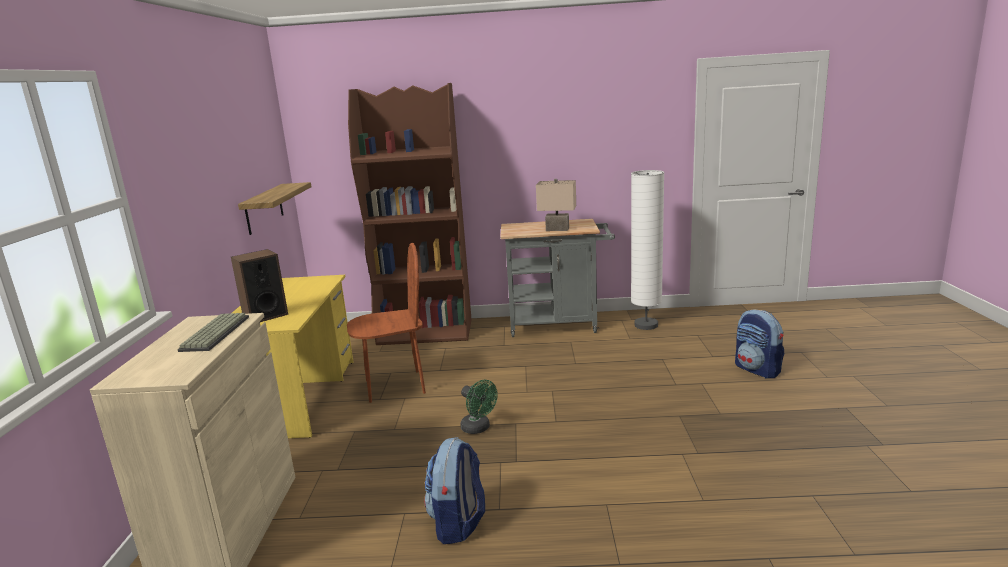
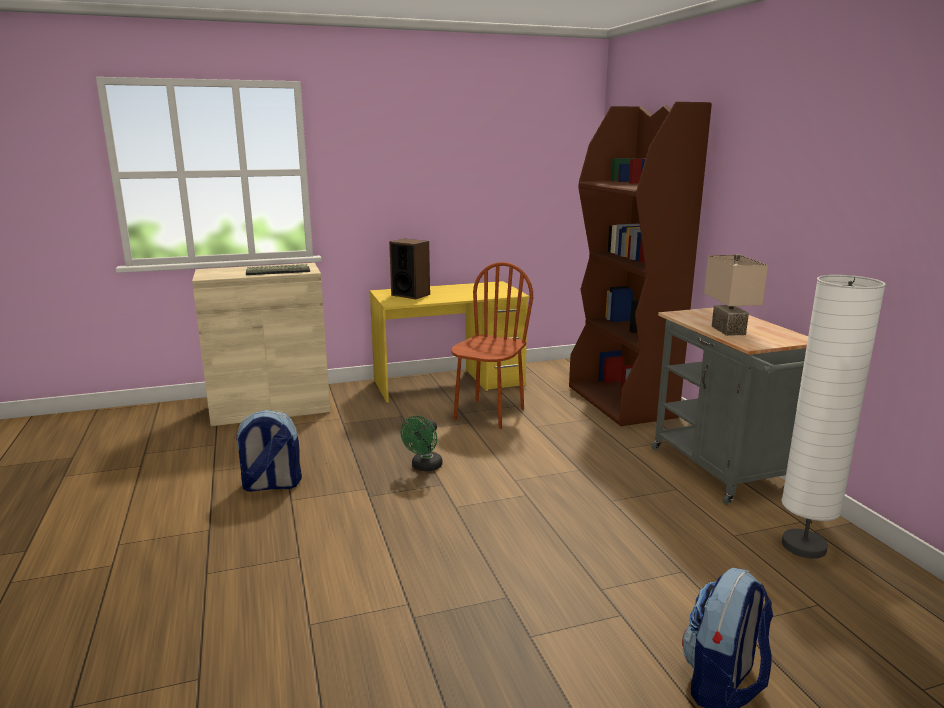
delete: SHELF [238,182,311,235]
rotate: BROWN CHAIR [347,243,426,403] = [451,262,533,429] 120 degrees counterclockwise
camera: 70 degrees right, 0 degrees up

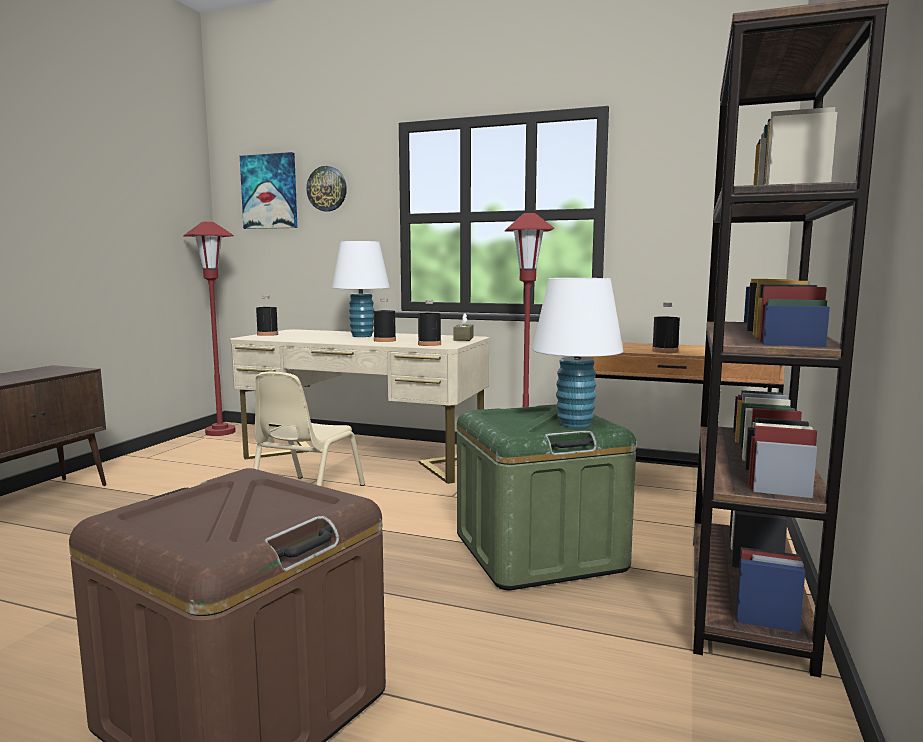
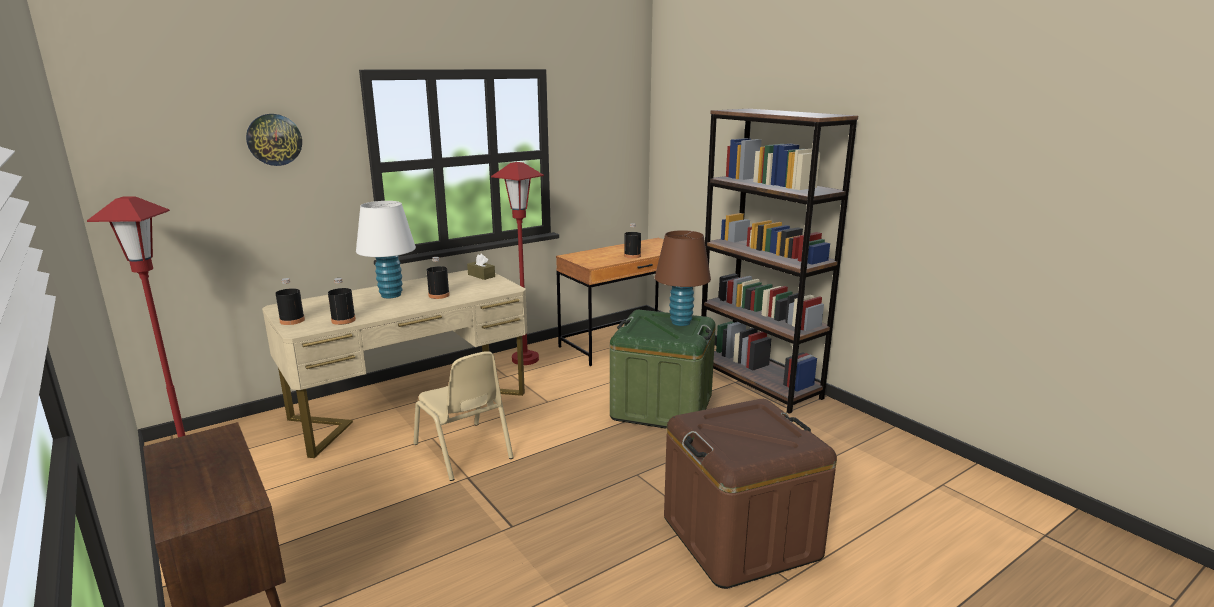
delete: PICTURE [240,152,297,229]
move: BLACK BOTTLE [418,300,441,346] to [328,278,356,325]
recolor: WHITE TABLE LAMP [532,278,623,428] to BROWN TABLE LAMP [655,230,711,326]
camera: 55 degrees left, 10 degrees up

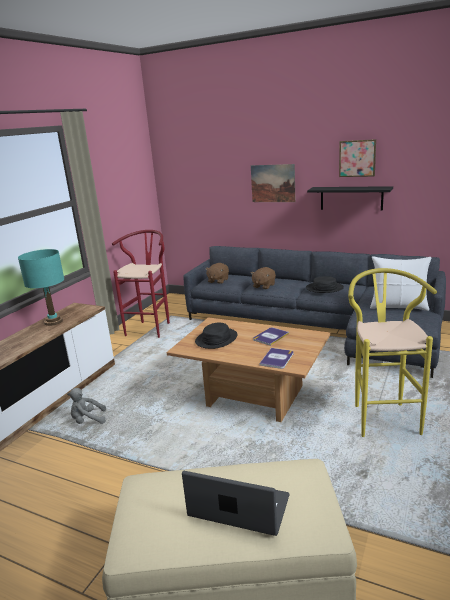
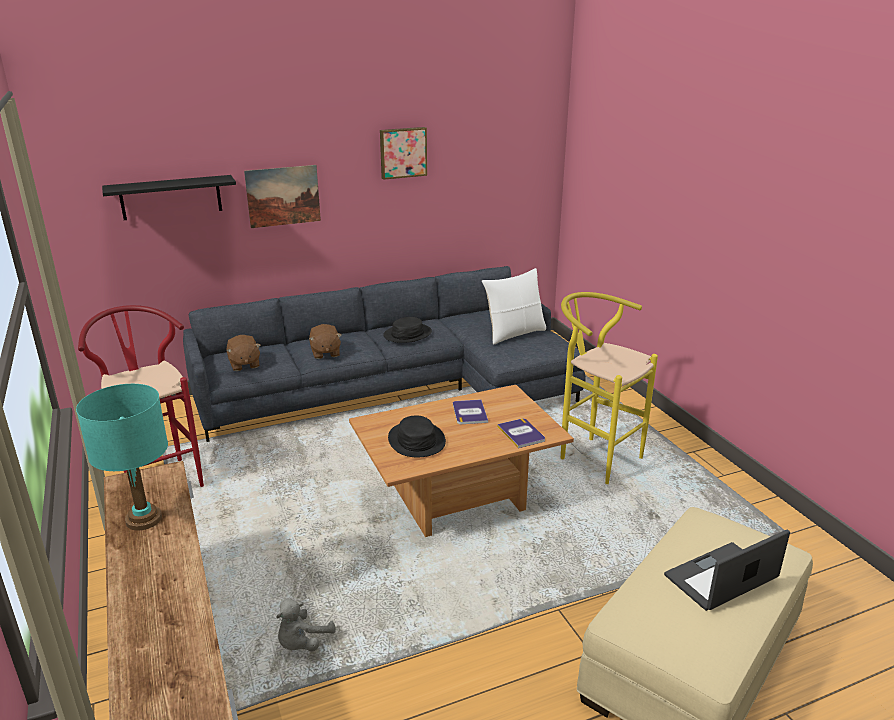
move: BLACK SHELF [307,186,393,210] to [102,175,236,220]
camera: 50 degrees left, 5 degrees up

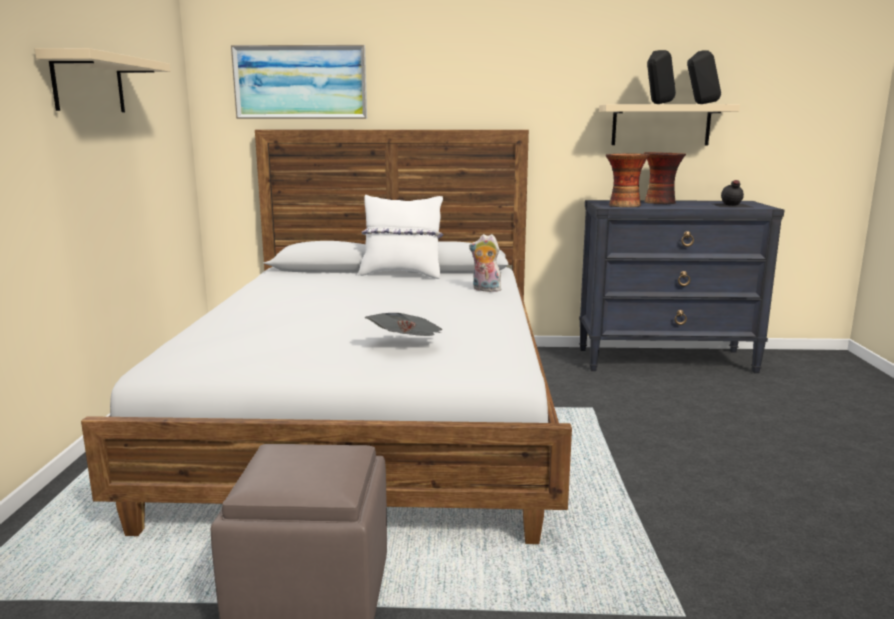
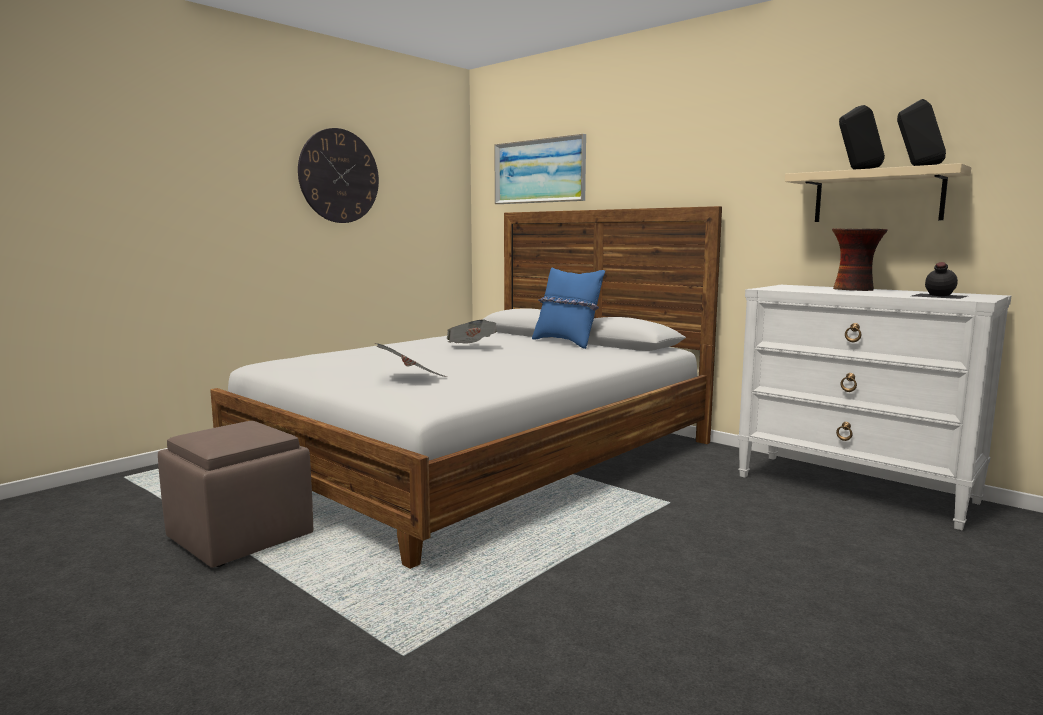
delete: PLUSH TOY [469,234,503,292]; VASE [606,153,650,207]
insert: NEWSPAPER [447,319,497,343]
replace: BEIGE SHELF [35,48,171,112] to WALL CLOCK [298,128,379,223]
recolor: WHITE PILLOW [358,195,443,279] to BLUE PILLOW [532,267,605,349]; BLACK DRESSER [579,200,784,373] to WHITE DRESSER [737,285,1011,530]
camera: 40 degrees right, 5 degrees down

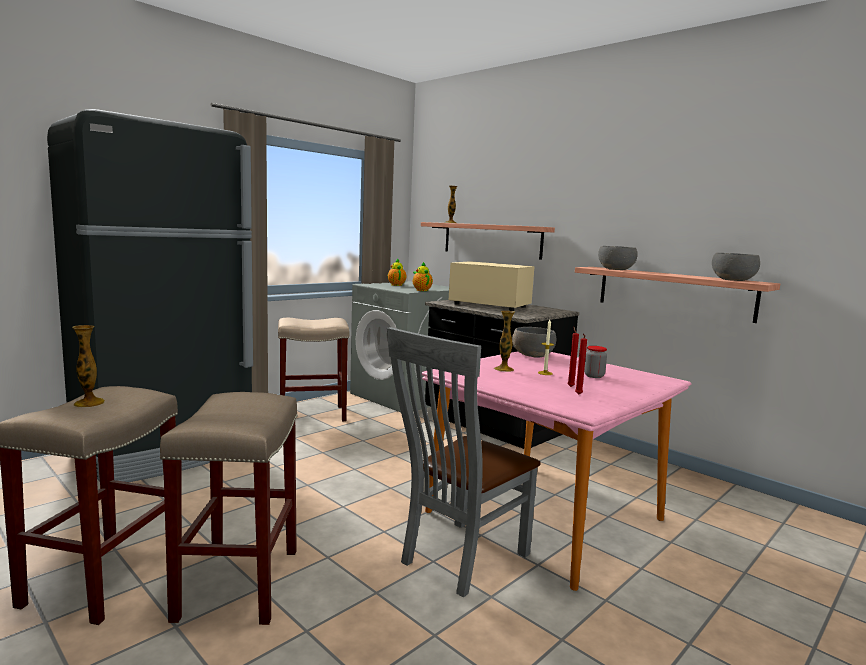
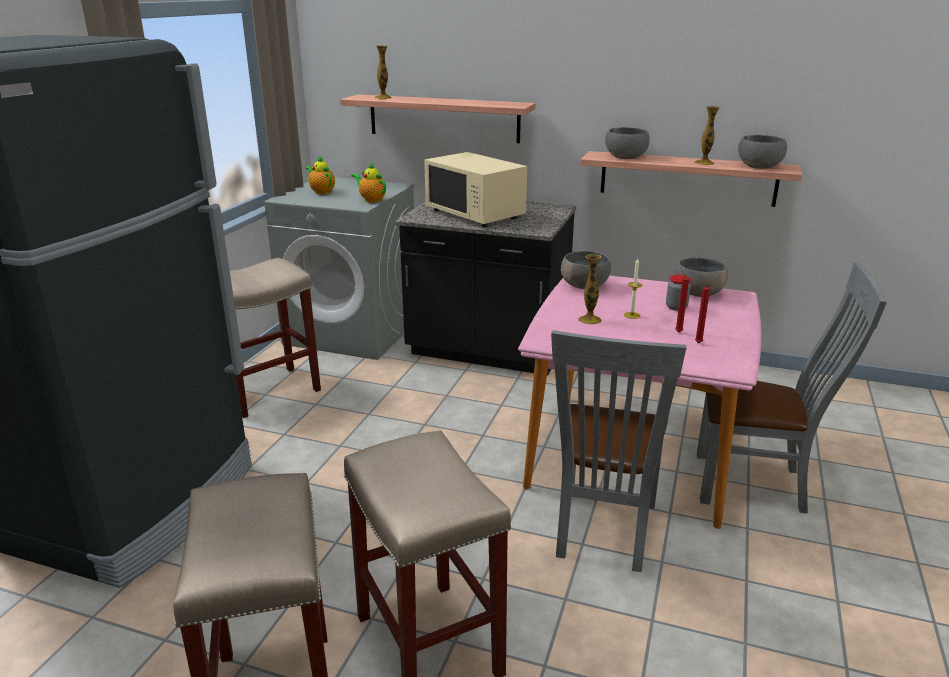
insert: GREY BOWL [675,257,728,297]; GREY CHAIR [697,262,887,514]
move: VASE [72,325,105,408] to [695,106,720,165]
rotate: BEIGE MICROWAVE [449,261,535,311] = [424,152,527,227] 135 degrees counterclockwise
camera: 25 degrees left, 15 degrees up

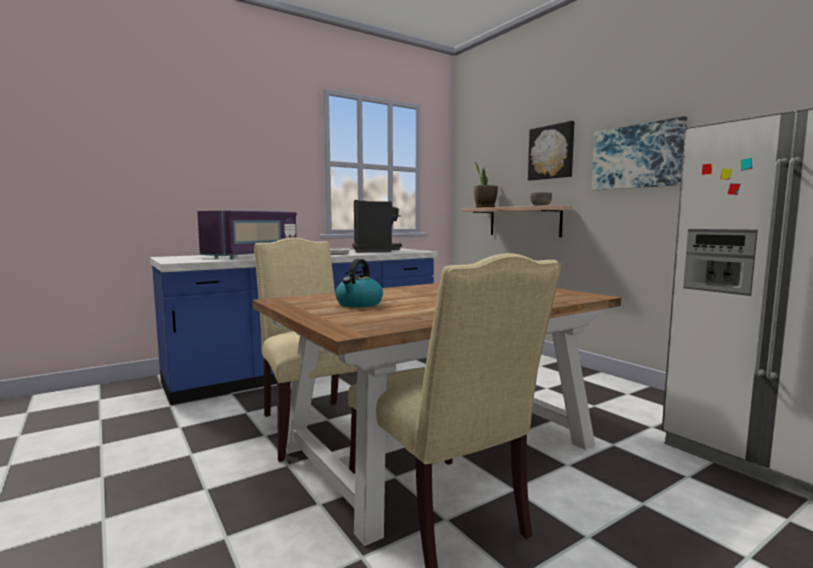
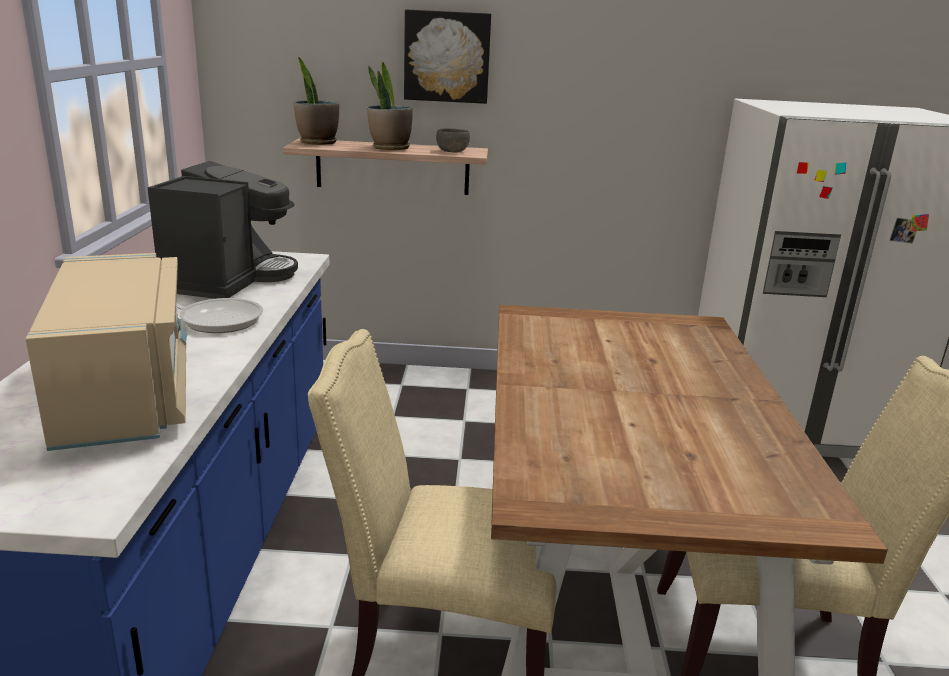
delete: KETTLE [335,259,383,307]; PICTURE [592,116,687,190]
insert: POTTED PLANT [367,62,413,150]
recolor: PURPLE MICROWAVE [197,210,297,259] to BEIGE MICROWAVE [25,253,188,451]
rotate: COFFEE MACHINE [352,200,402,252] = [148,161,298,299] 75 degrees clockwise
camera: 55 degrees left, 15 degrees up

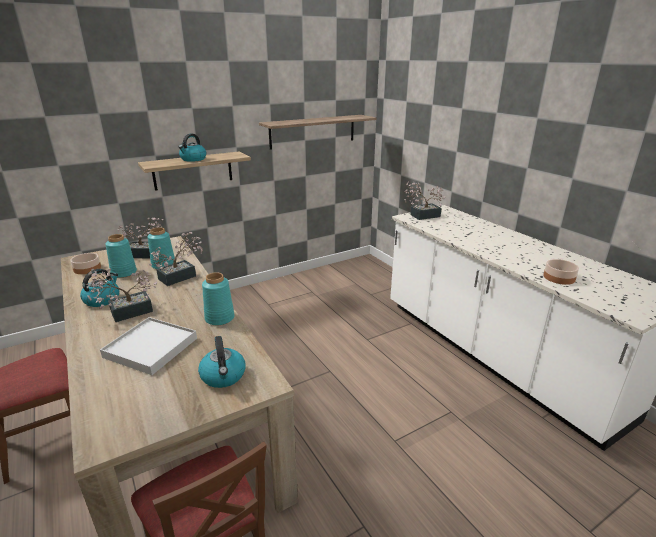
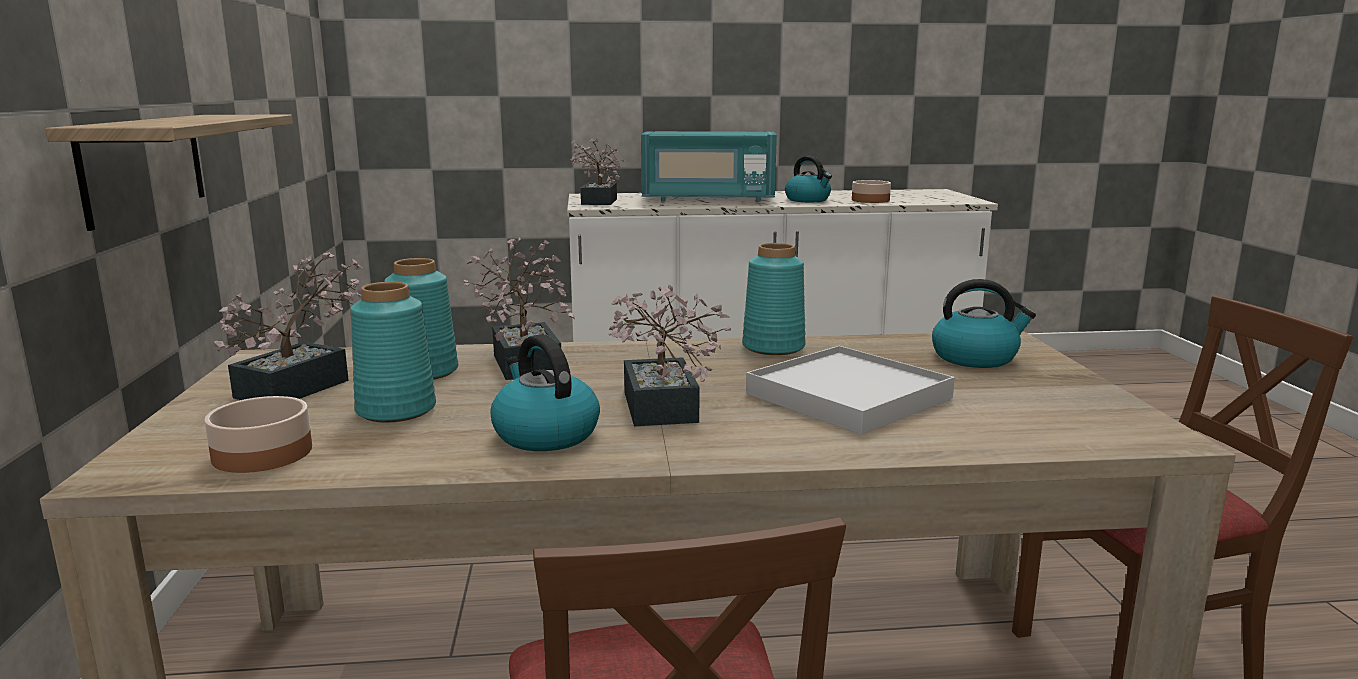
delete: SHELF [259,115,376,150]
insert: TURQUOISE MICROWAVE [641,131,777,202]
move: KETTLE [178,134,206,162] to [785,156,832,202]
camera: 65 degrees left, 10 degrees down

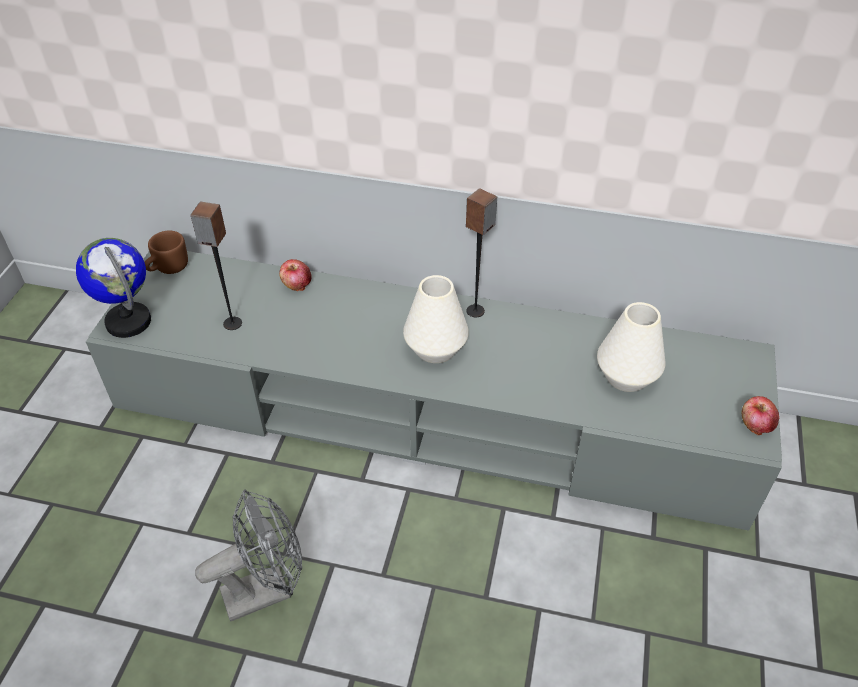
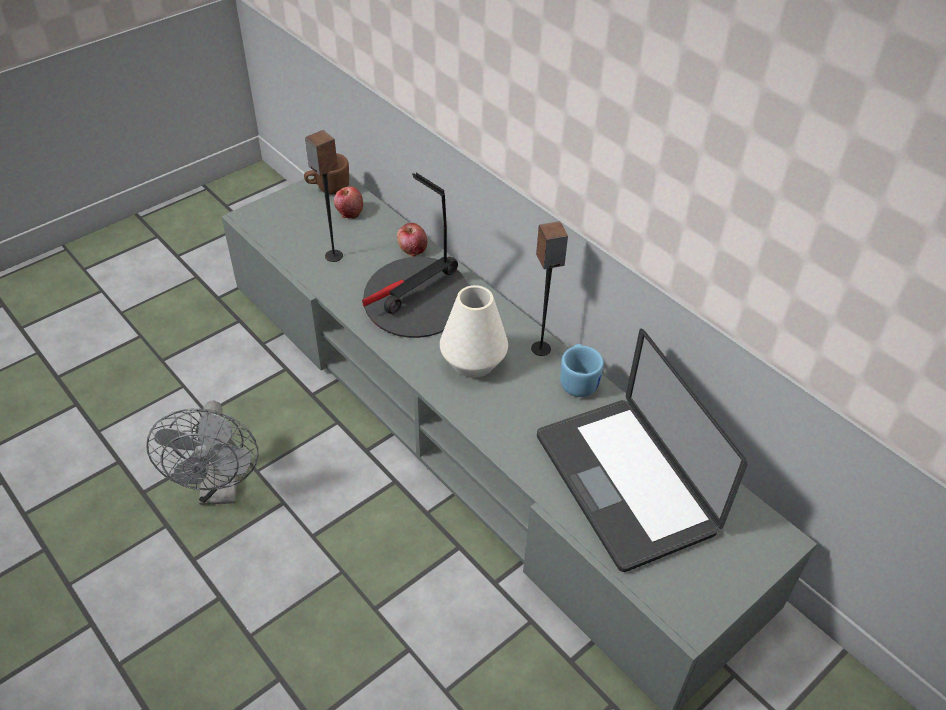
delete: GLOBE [76,238,151,338]
insert: TABLE LAMP [362,173,468,338]; BLUE MUG [560,344,604,397]
move: APPLE [742,396,779,435] to [334,186,363,219]
replace: WHITE VASE [597,302,666,392] to LAPTOP [537,329,747,572]
rotate: GREY FAN [195,490,302,621] = [146,400,259,505] 75 degrees clockwise
camera: 35 degrees right, 0 degrees up

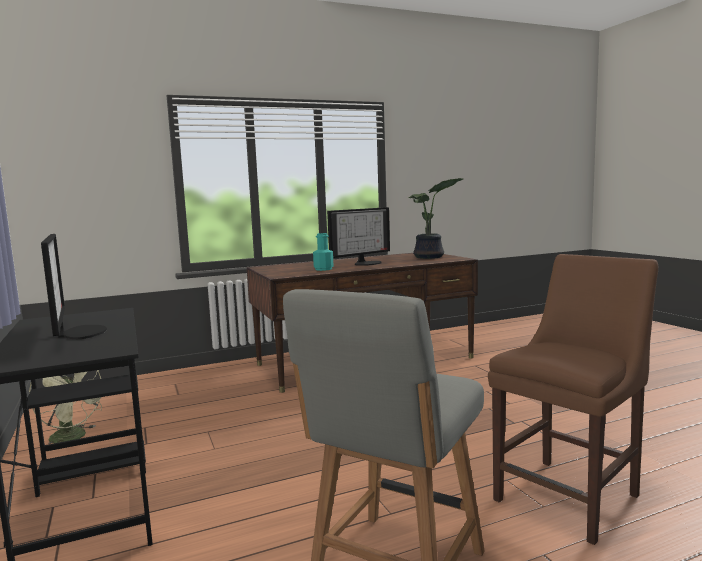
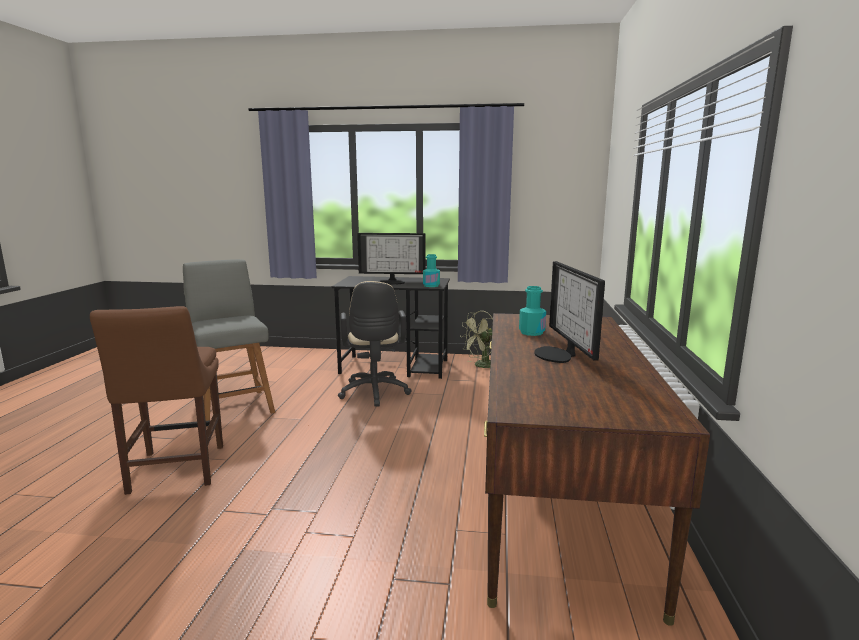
delete: POTTED PLANT [408,178,463,259]
insert: BEIGE OFFICE CHAIR [338,281,412,407]; TURQUOISE BOTTLE [423,254,440,287]
camera: 120 degrees right, 5 degrees up

